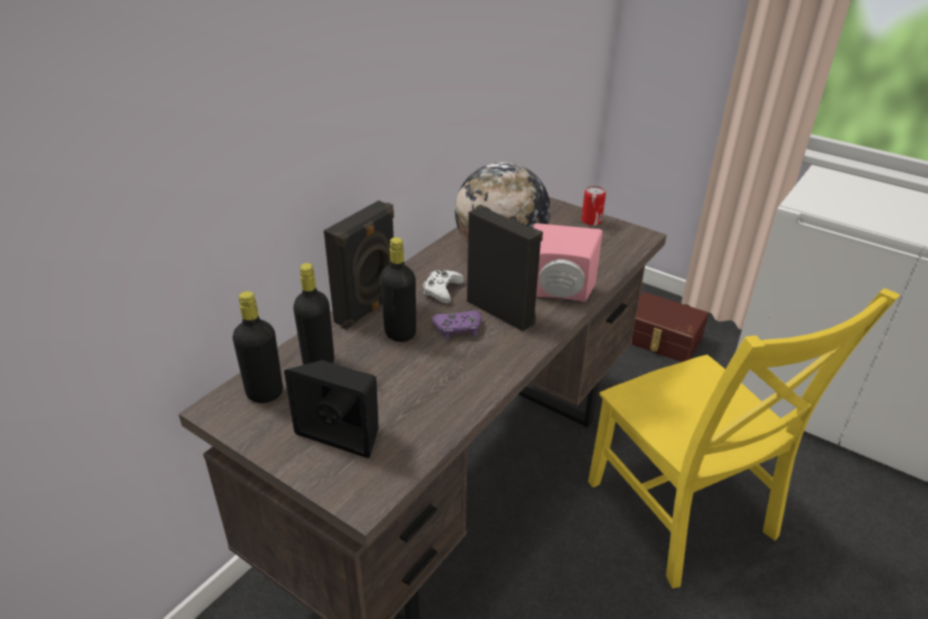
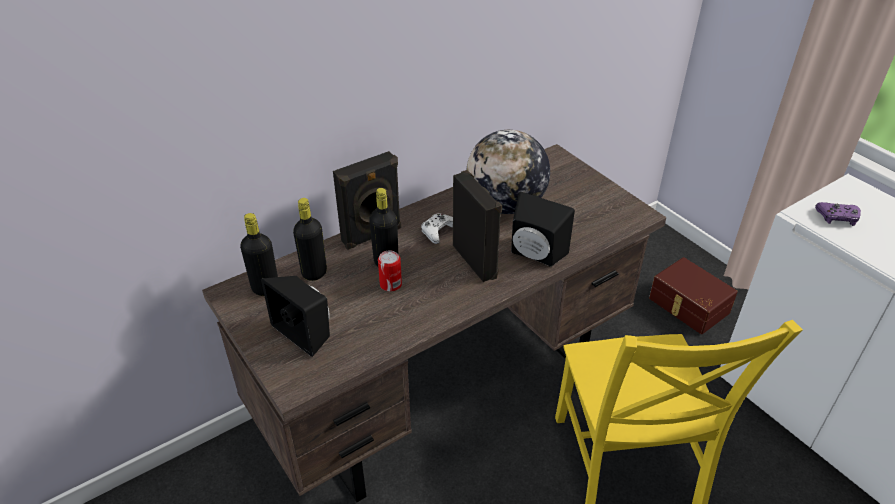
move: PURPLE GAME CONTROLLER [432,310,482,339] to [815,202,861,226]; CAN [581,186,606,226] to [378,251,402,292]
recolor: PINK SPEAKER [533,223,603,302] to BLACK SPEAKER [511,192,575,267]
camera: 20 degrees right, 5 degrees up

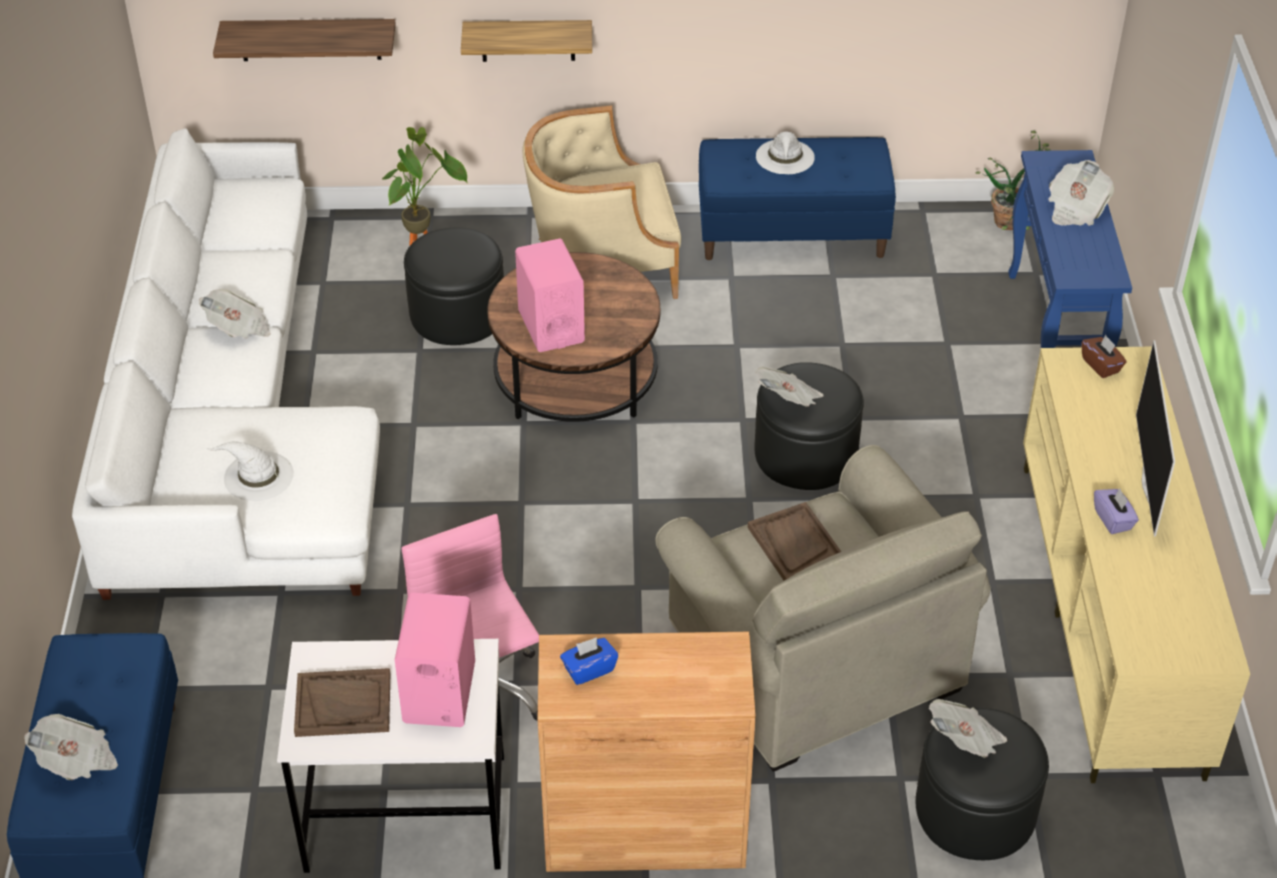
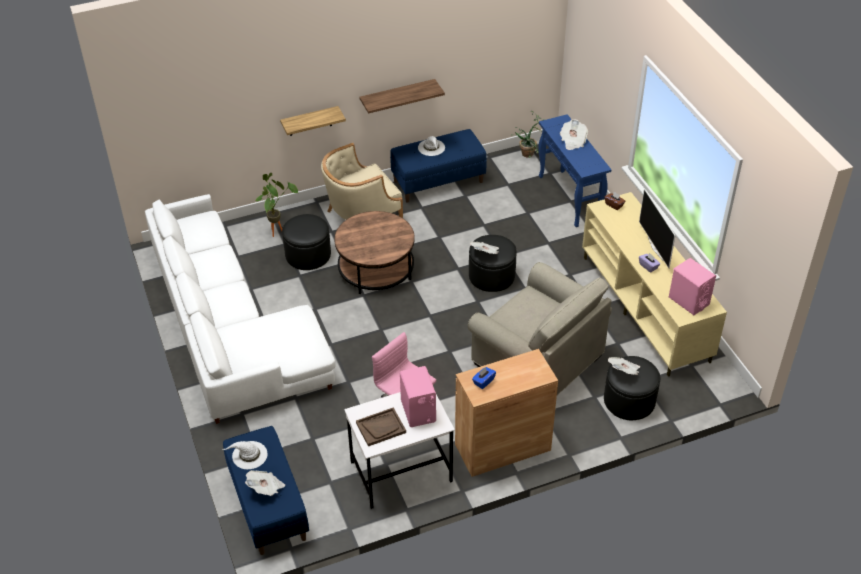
delete: NEWSPAPER [199,289,271,339]; BROWN TRAY [748,502,841,580]
move: WHITE HAT [205,442,294,501] to [222,441,267,469]; SHELF [213,19,396,61] to [360,79,445,114]; PINK SPEAKER [515,239,585,352] to [669,258,716,315]
camera: 20 degrees left, 0 degrees up

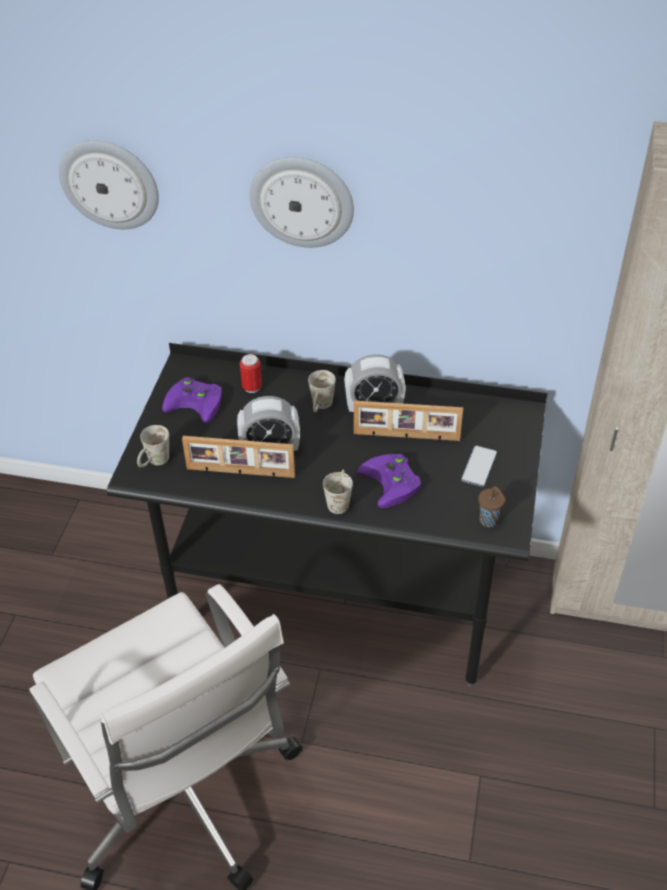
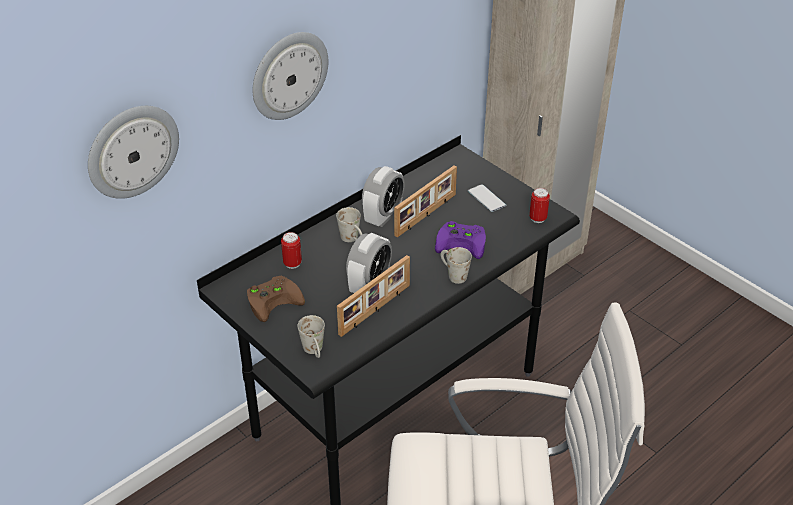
replace: BROWN CUP [478,486,506,527] to CAN [529,188,550,223]
recolor: PURPLE GAME CONTROLLER [162,377,222,423] to BROWN GAME CONTROLLER [247,275,305,322]
camera: 55 degrees left, 5 degrees down

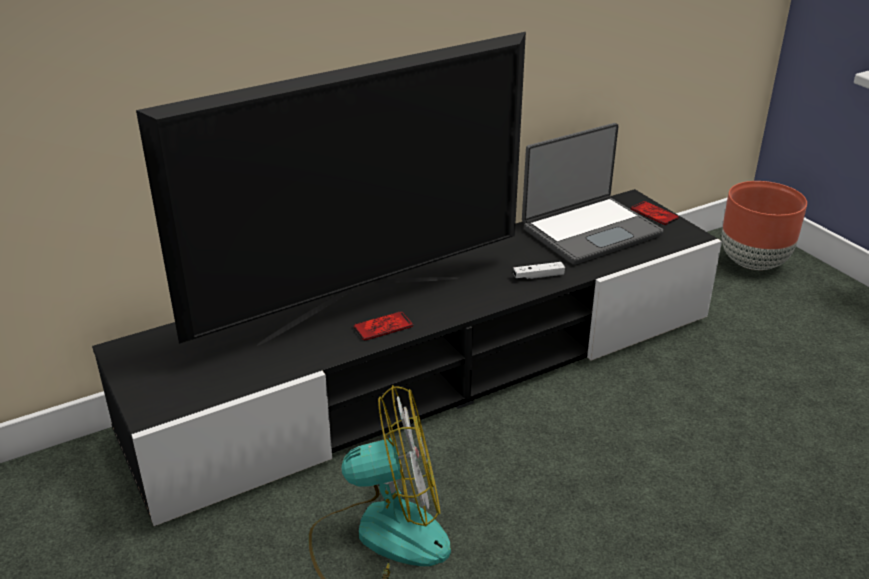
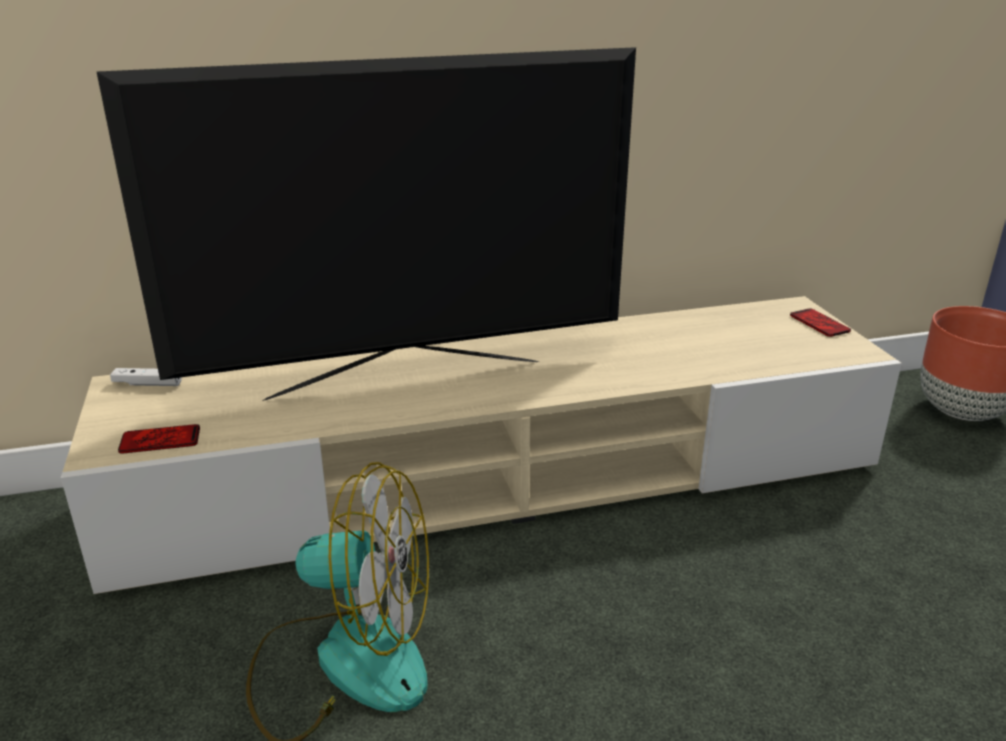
delete: LAPTOP [522,123,664,265]
move: PHONE [354,311,413,340] to [118,424,200,454]; WHITE GAME CONTROLLER [513,262,565,279] to [110,368,182,386]
recolor: BLACK TV STAND [92,189,722,526] to BEIGE TV STAND [61,296,902,594]
camera: 15 degrees right, 5 degrees down

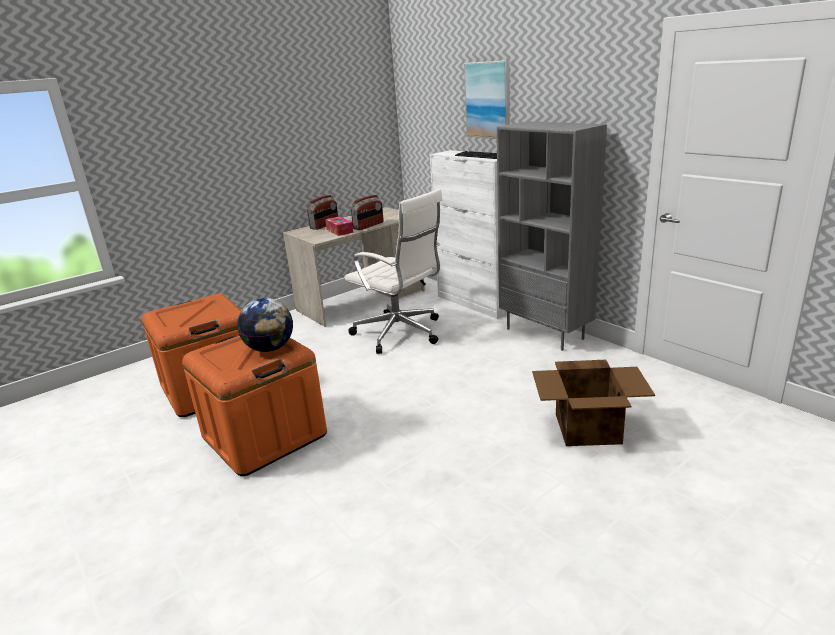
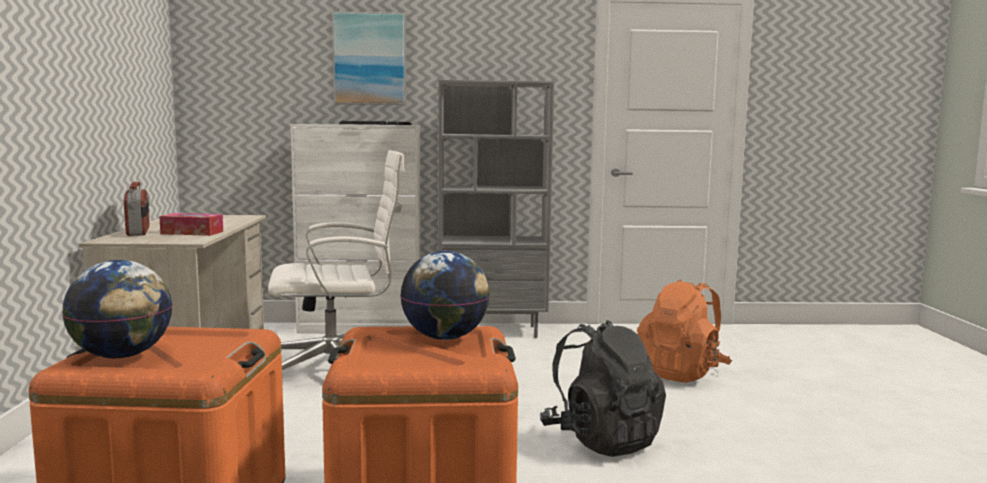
delete: RADIO [351,195,384,230]
insert: GLOBE [62,260,173,358]; BLACK BACKPACK [540,320,666,457]
replace: CARDBOARD BOX [532,360,655,446] to ORANGE BACKPACK [637,279,732,383]
camera: 55 degrees left, 15 degrees down

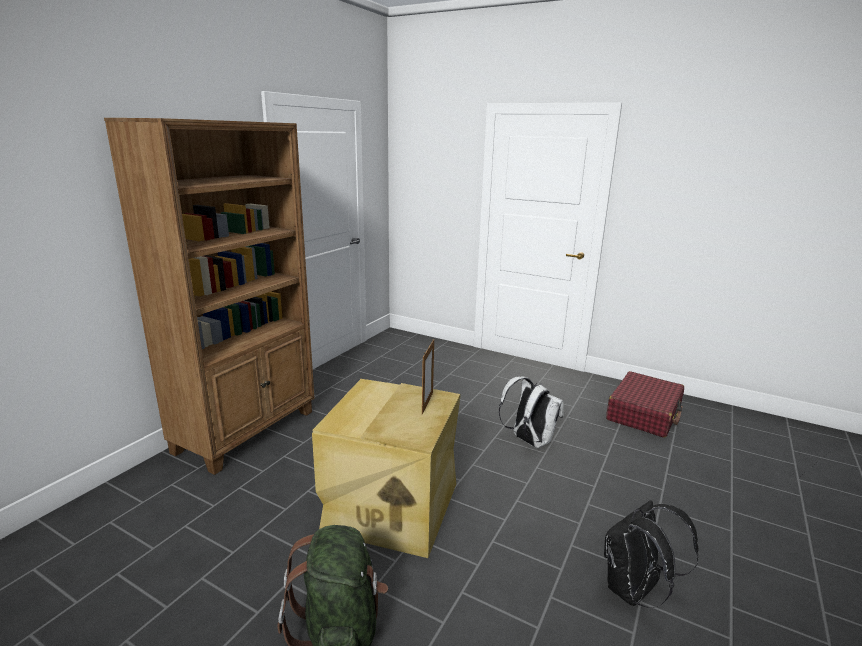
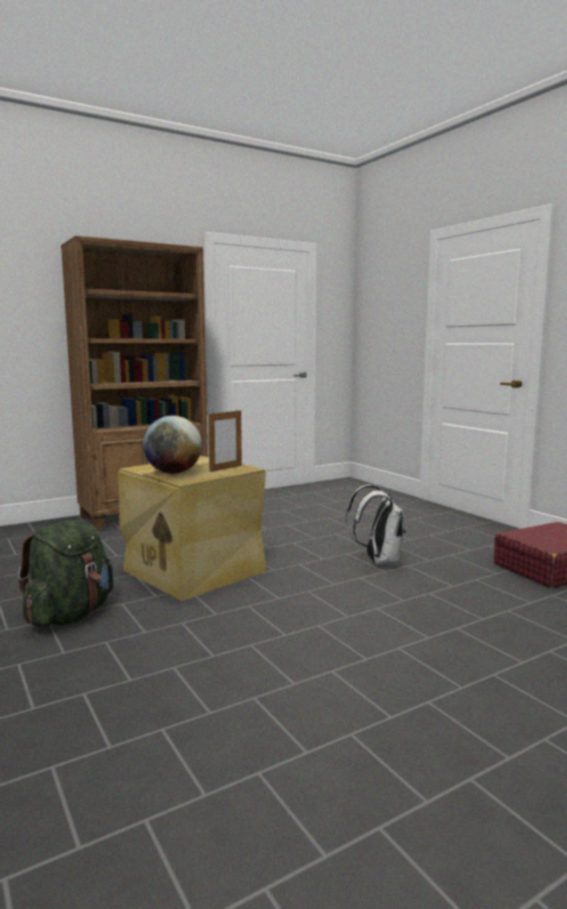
delete: BLACK BACKPACK [604,500,699,608]
insert: GLOBE [143,416,202,474]
camera: 30 degrees right, 10 degrees down

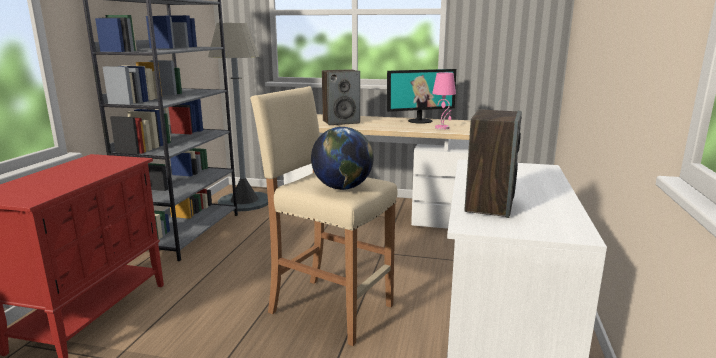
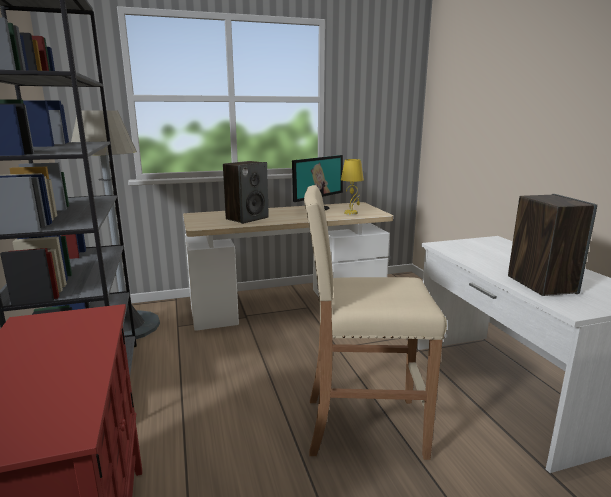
delete: GLOBE [311,127,374,190]
recolor: PINK TABLE LAMP [432,72,456,130] to YELLOW TABLE LAMP [341,159,364,215]
camera: 30 degrees left, 0 degrees up

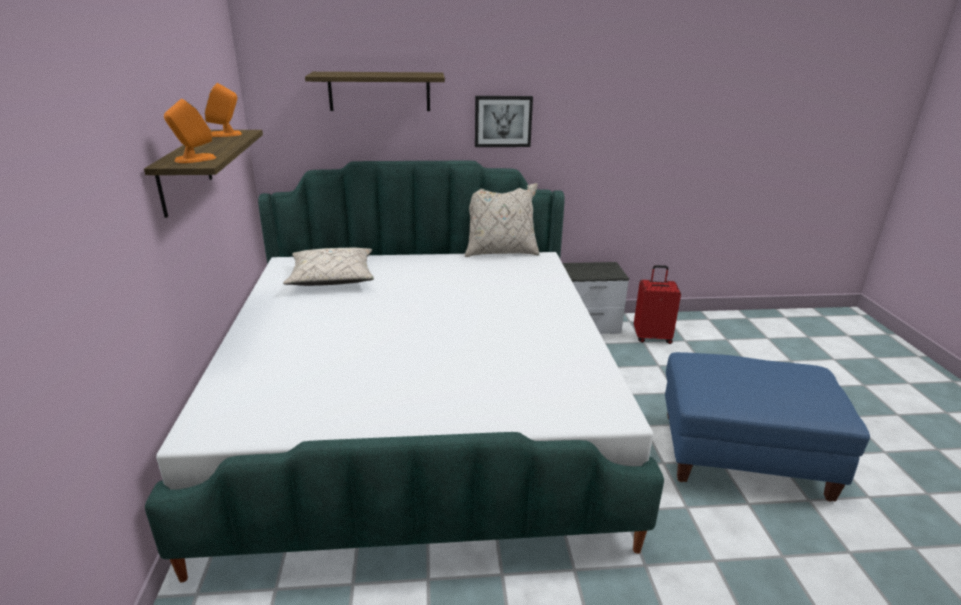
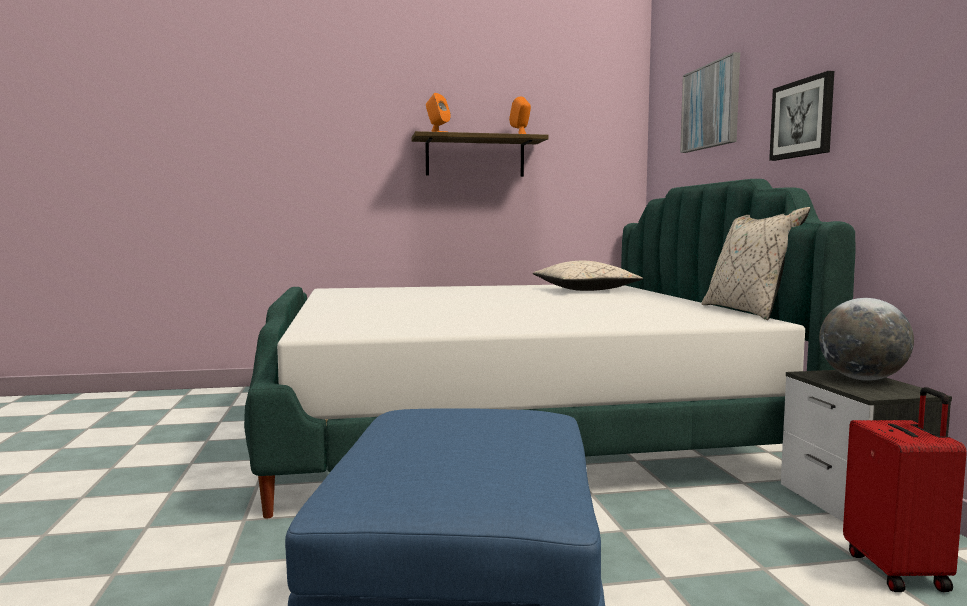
insert: GLOBE [819,298,914,381]
replace: SHELF [305,72,445,111] to PICTURE [680,52,740,153]
camera: 85 degrees right, 20 degrees down

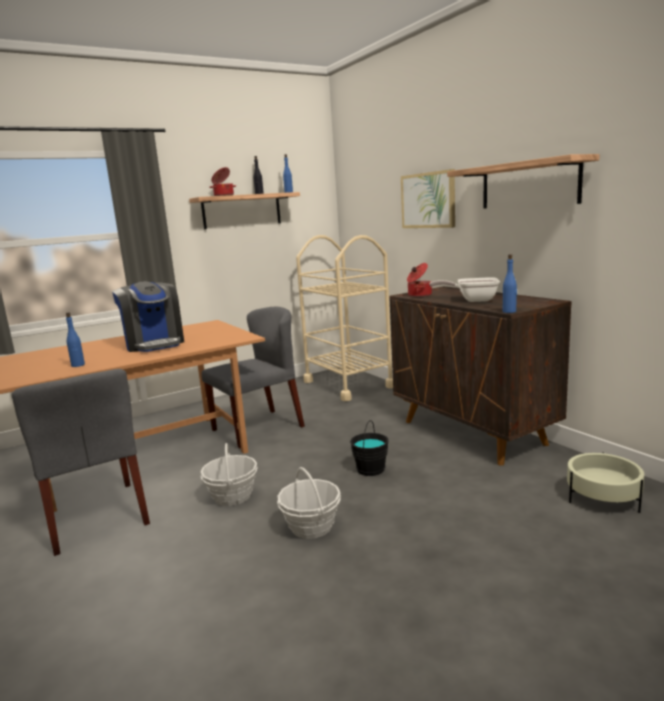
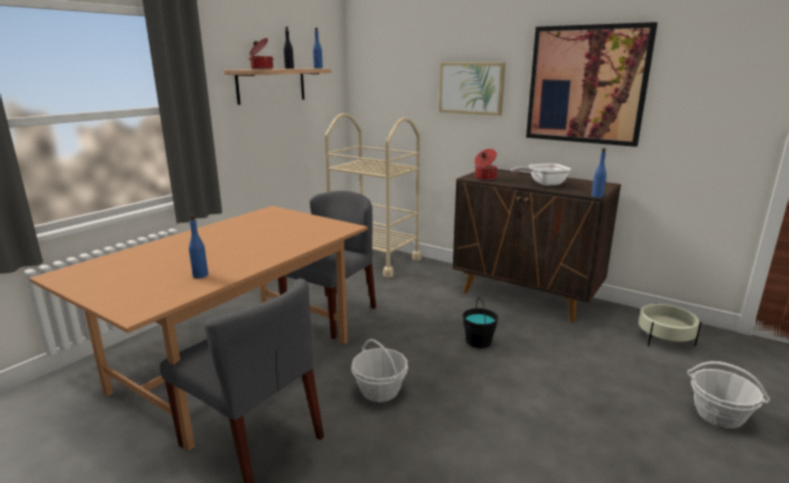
delete: COFFEE MACHINE [112,281,184,352]
move: BASKET [277,467,341,539] to [687,361,770,429]
replace: SHELF [447,154,600,209] to PICTURE [526,22,658,147]
camera: 25 degrees left, 5 degrees up

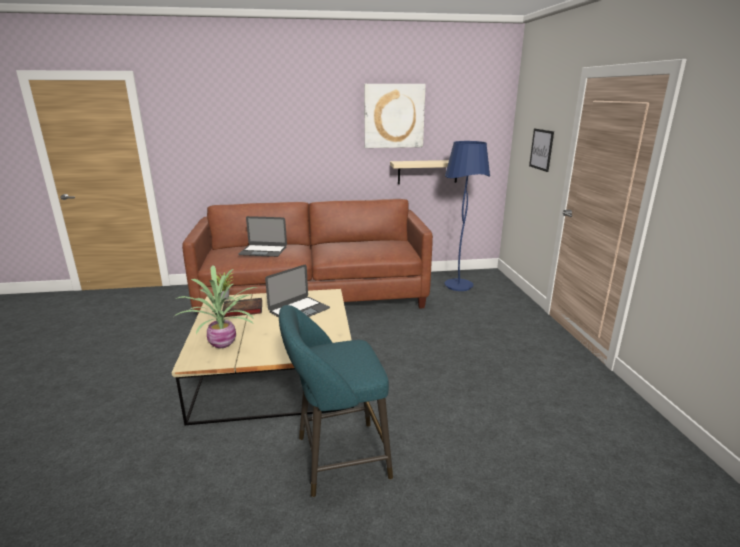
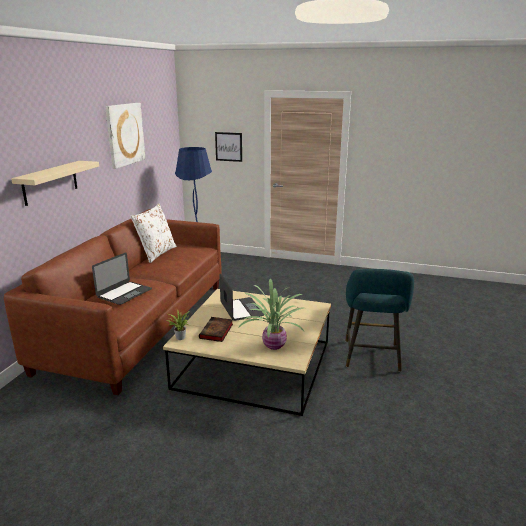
insert: WHITE PILLOW [130,204,177,263]
move: BEIGE SHELF [390,160,457,184] to [11,161,99,206]
camera: 65 degrees left, 0 degrees up

